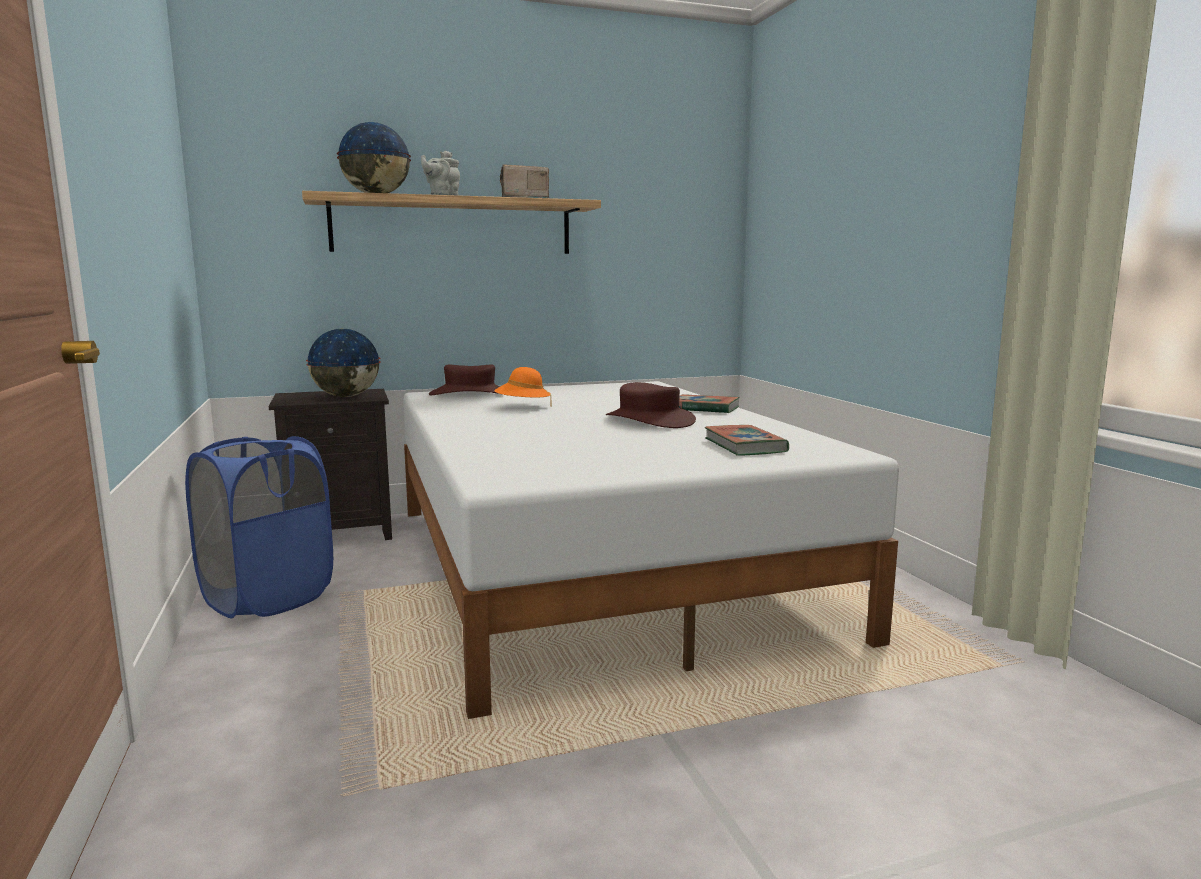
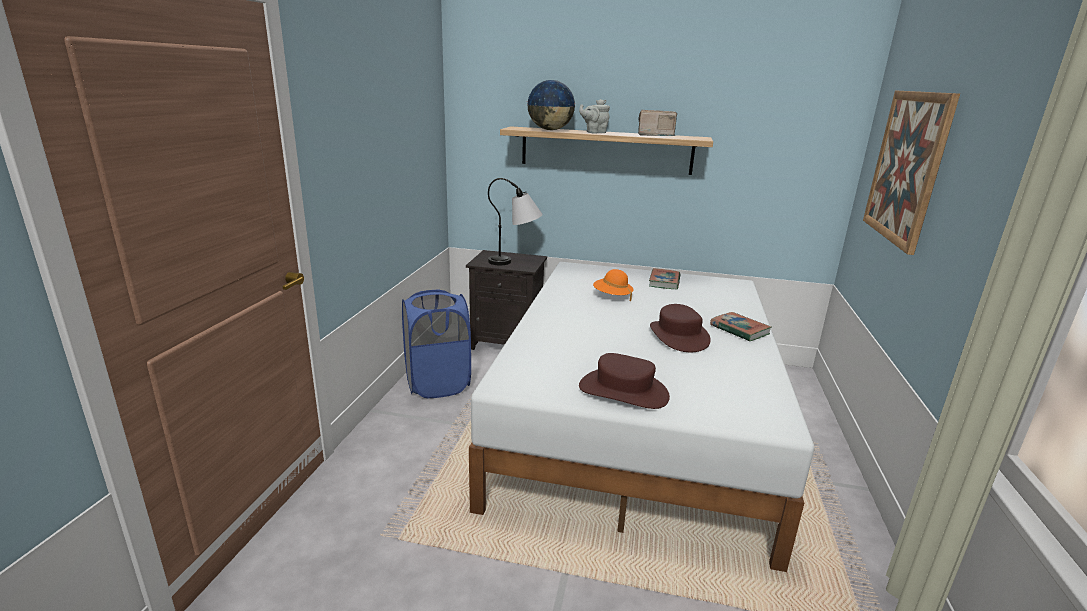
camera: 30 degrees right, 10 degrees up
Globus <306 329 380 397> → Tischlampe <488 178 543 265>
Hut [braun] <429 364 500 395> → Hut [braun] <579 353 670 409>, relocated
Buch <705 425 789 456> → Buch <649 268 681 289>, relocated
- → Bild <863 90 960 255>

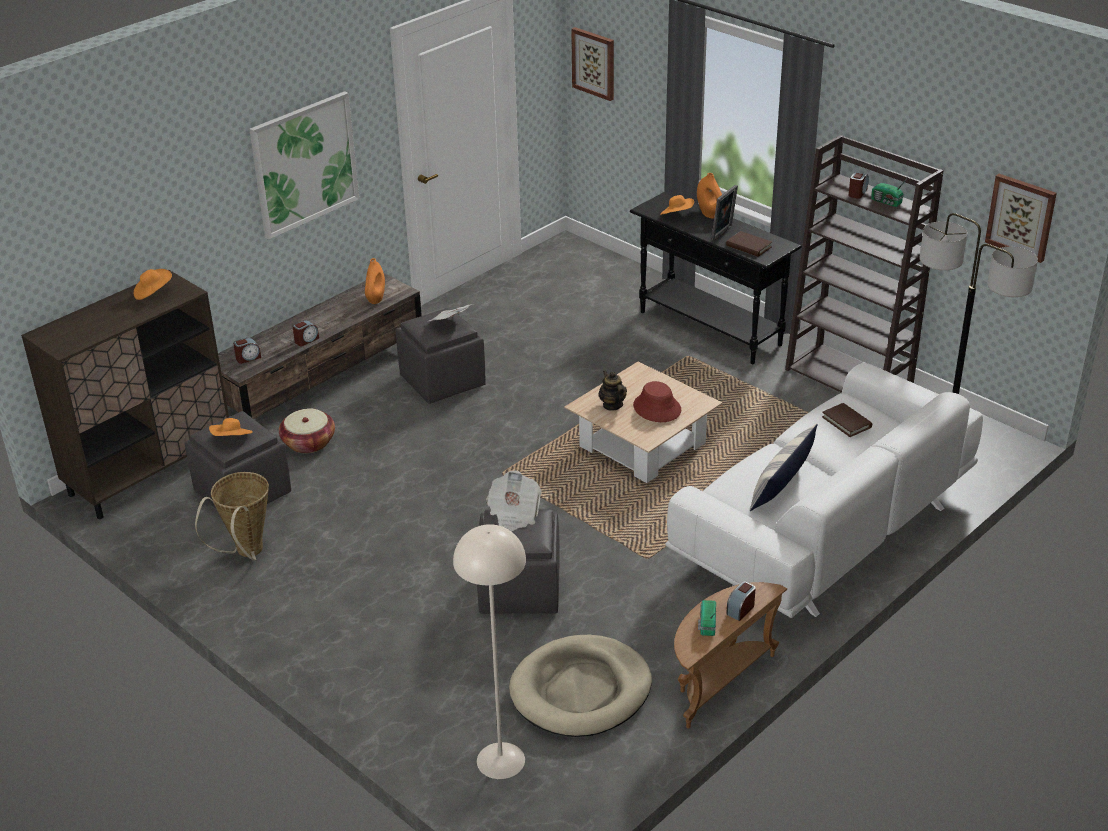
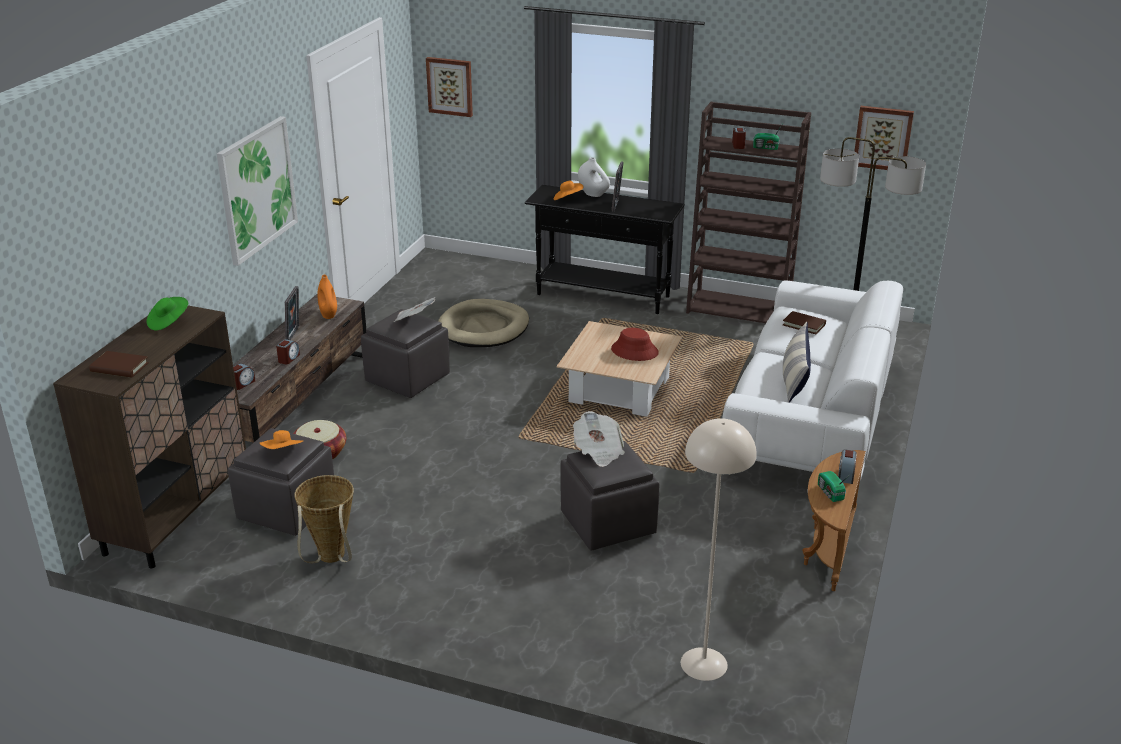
camera: 25 degrees left, 5 degrees down
Buch [braun] <726 231 772 257> → Buch [braun] <89 351 149 378>, relocated
Hut [orange] <134 269 172 300> → Hut [grün] <146 297 188 330>
- → Bilderrahmen <285 286 299 340>
Hundebett [beige] <509 635 652 737> → Hundebett [beige] <438 299 529 347>, relocated
Vase [orange] <697 173 722 218> → Vase [weiß] <578 157 610 197>
Teekanne <599 371 627 411> → -

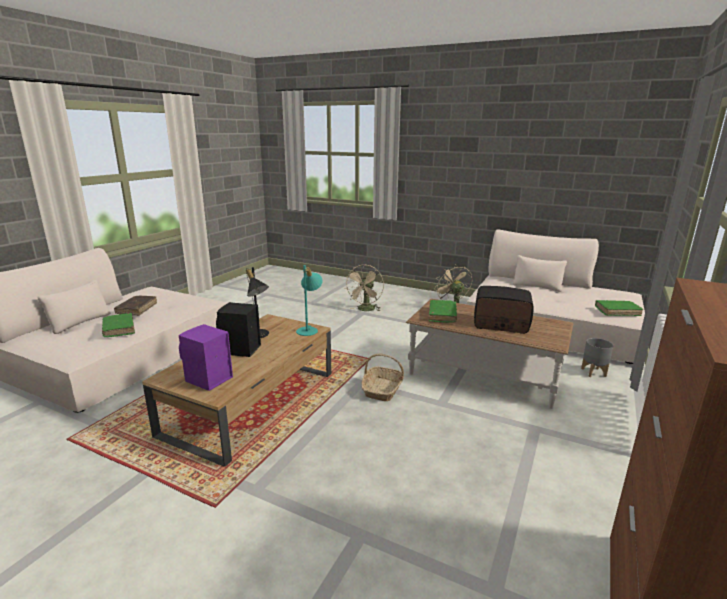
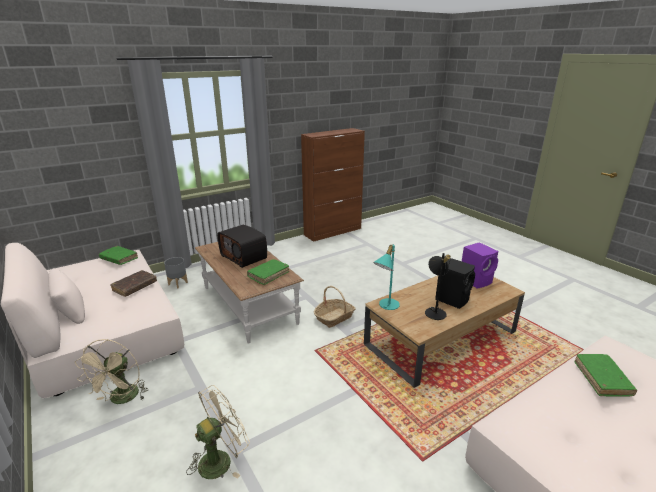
camera: 150 degrees left, 5 degrees up
Buch [braun] <114 296 157 316> → Buch [braun] <110 270 157 297>, relocated

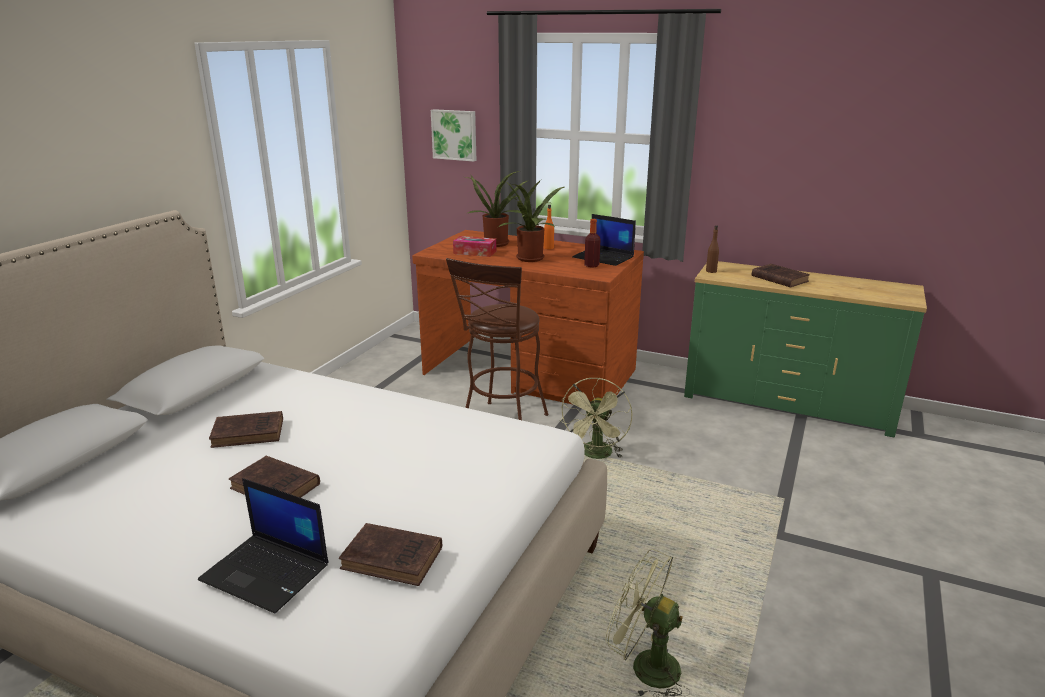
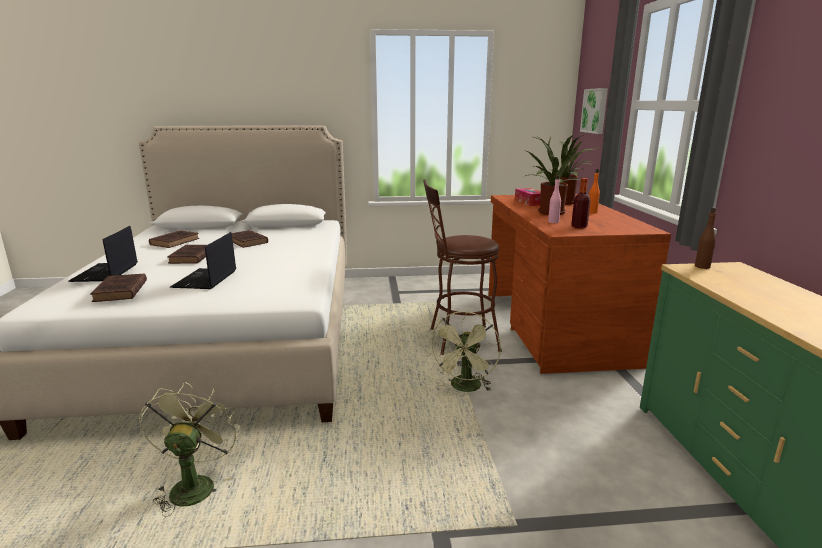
camera: 60 degrees right, 5 degrees down
Buch [braun] <752 264 810 287> → Buch [braun] <149 230 199 248>, relocated
Laptop <572 214 636 266> → Laptop <170 232 236 289>, relocated
Ventilator [grün] <560 378 632 459> → Ventilator [grün] <430 311 501 392>, 60 degrees counterclockwise
- → Flasche [rosa] <548 175 561 223>

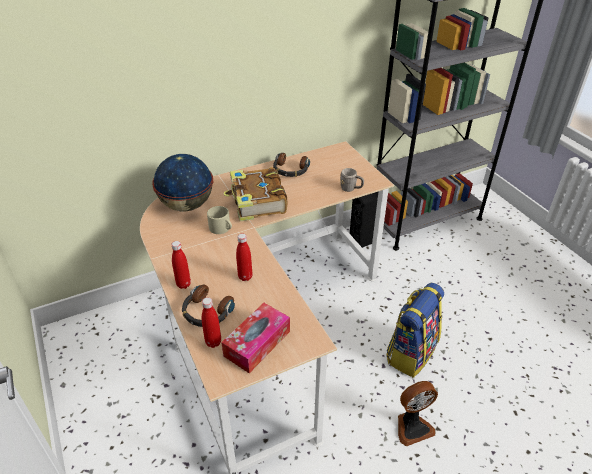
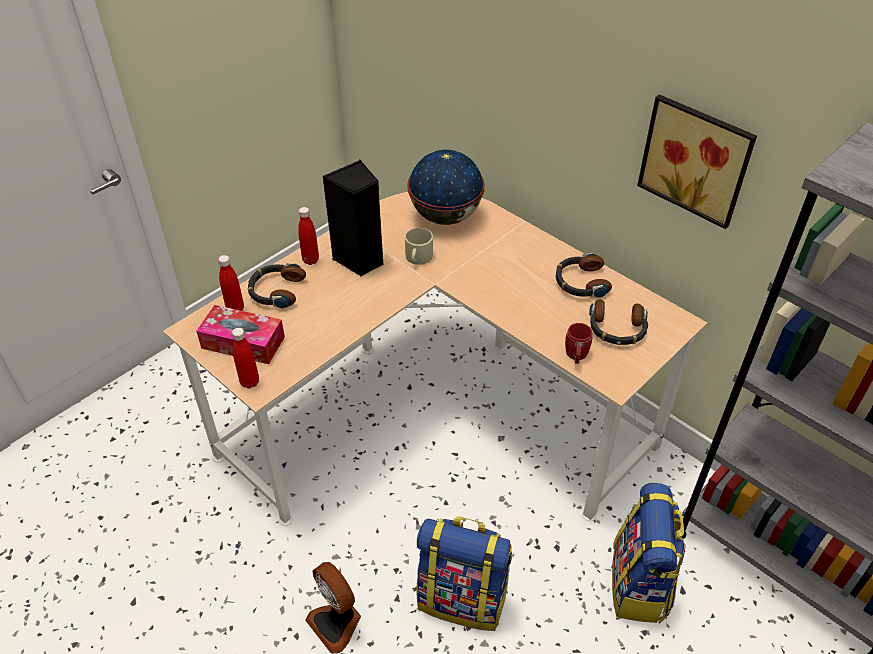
camera: 70 degrees right, 5 degrees up
Flasche [rot] <236 234 252 281> → Flasche [rot] <232 328 259 389>, relocated
Lautsprecher [schwarz] <350 191 379 248> → Lautsprecher [schwarz] <322 160 383 276>, relocated
Henkelbecher [grau] <340 168 364 192> → Henkelbecher [rot] <565 323 593 364>
- → Kopfhörer <589 300 648 345>
- → Rucksack <612 483 686 623>
- → Bild <637 94 757 229>
Buch <224 167 287 221> → -

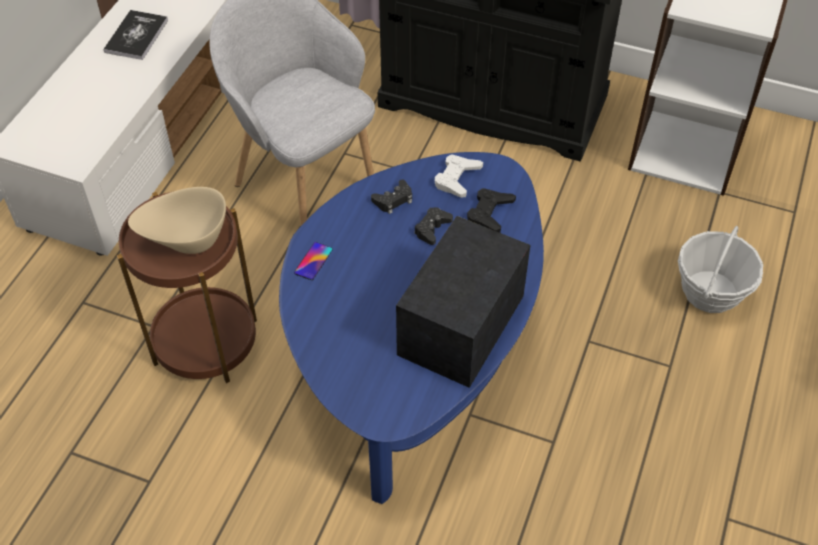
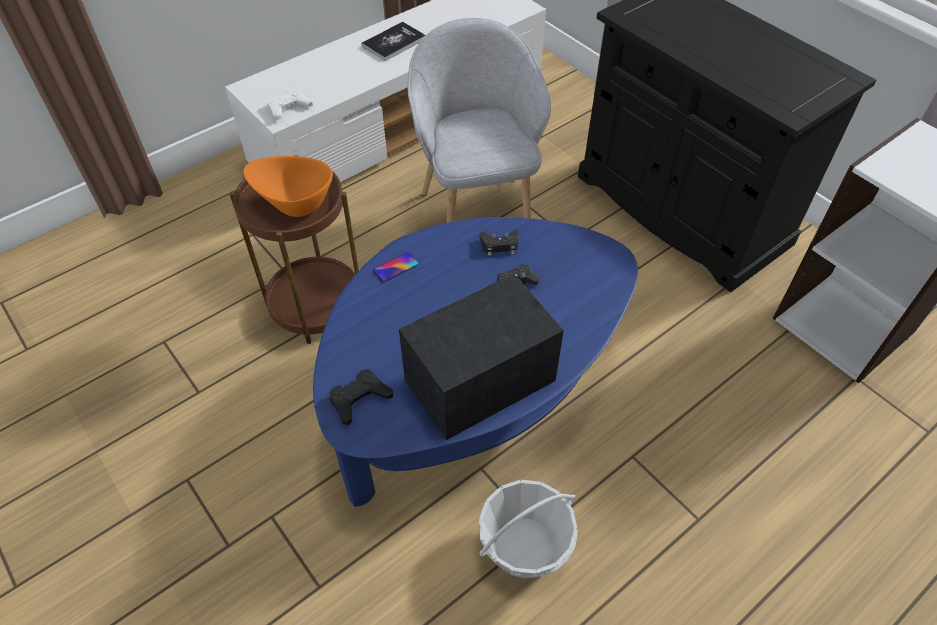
camera: 30 degrees right, 0 degrees up
Schüssel [beige] <128 187 226 254> → Schüssel [orange] <244 156 333 217>
Gamepad [weiß] <435 154 483 198> → Gamepad [weiß] <266 89 313 120>, relocated
Gamepad [schwarz] <467 188 516 233> → Gamepad [schwarz] <329 369 393 425>, relocated
Korb <678 226 763 313> → Korb <479 480 578 578>, relocated

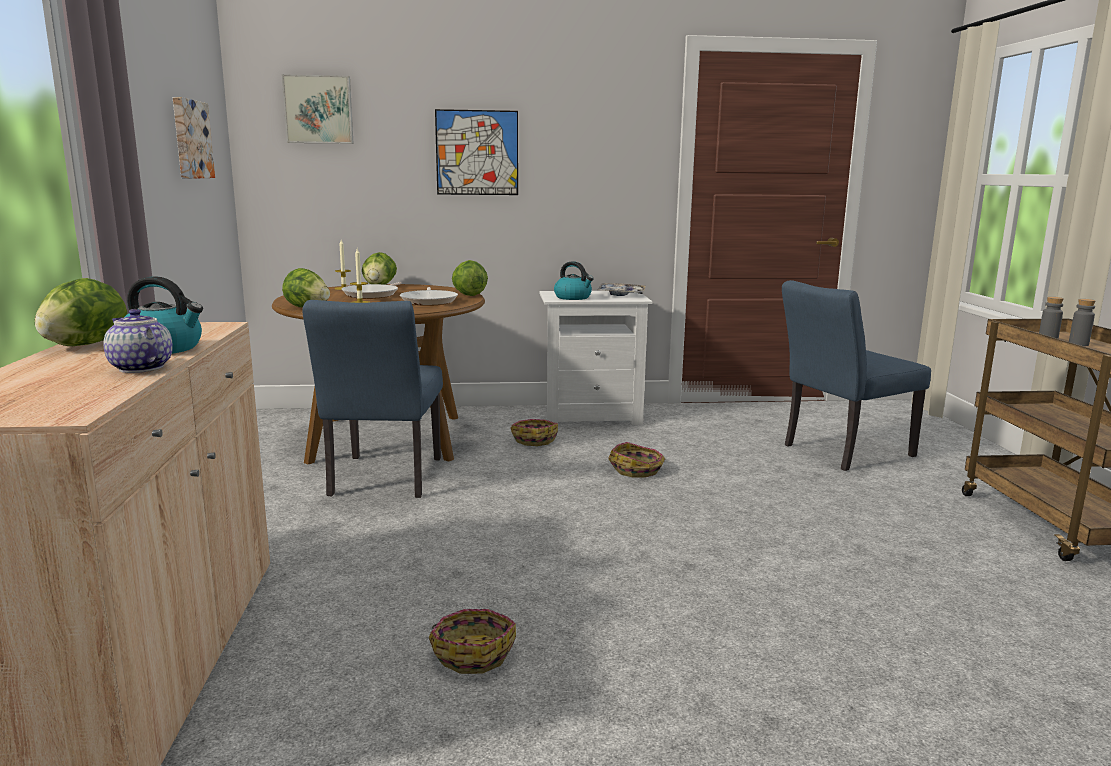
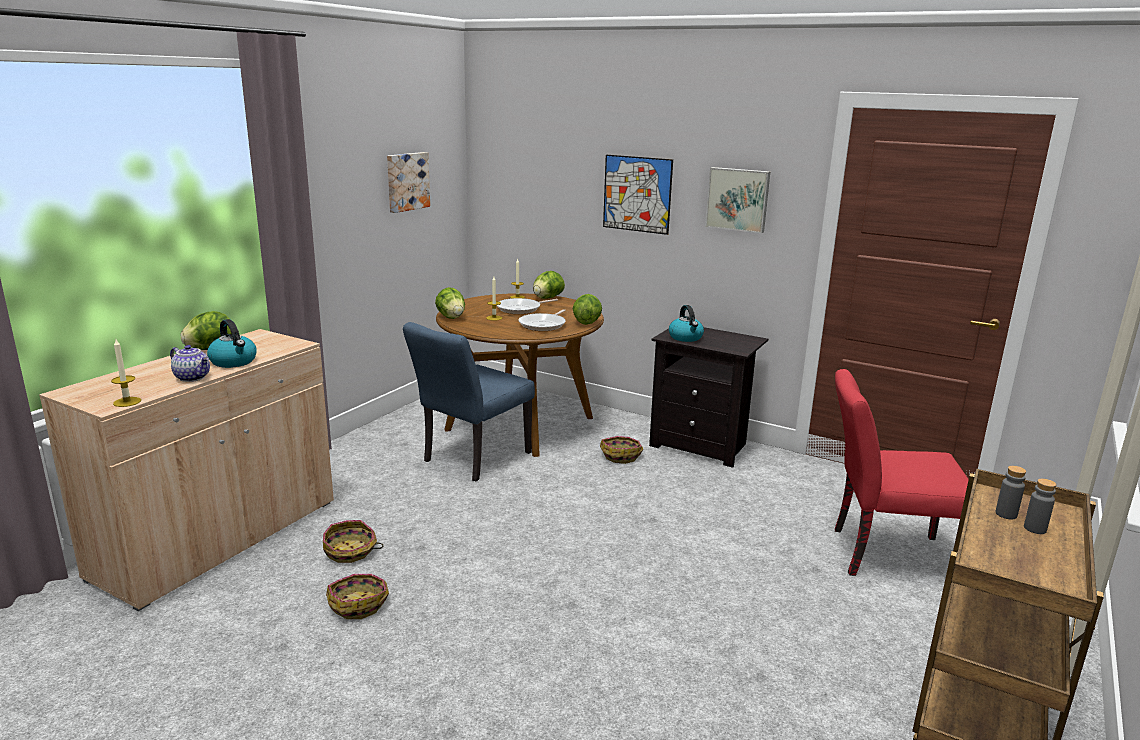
camera: 35 degrees right, 5 degrees up
- → Kerze <111 339 141 407>
Teekanne <103 309 173 373> → Teekanne <170 345 210 382>, 135 degrees clockwise
Korb <608 442 665 478> → Korb <323 520 383 563>, relocated
Nachttisch [weiß] <539 291 653 425> → Nachttisch [schwarz] <649 327 768 468>
Bild <282 74 354 144> → Bild <705 167 770 233>, relocated
Stuhl [blau] <782 280 931 471> → Stuhl [rot] <835 369 969 576>
Tablett <597 283 646 296> → -

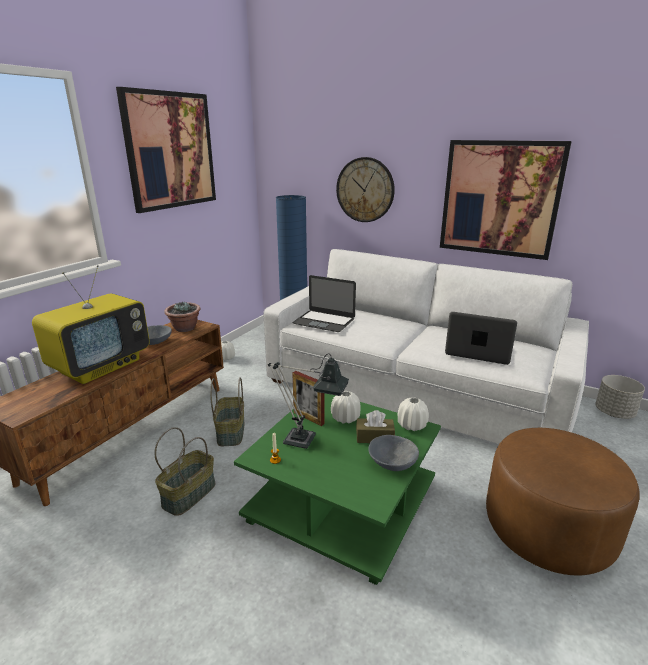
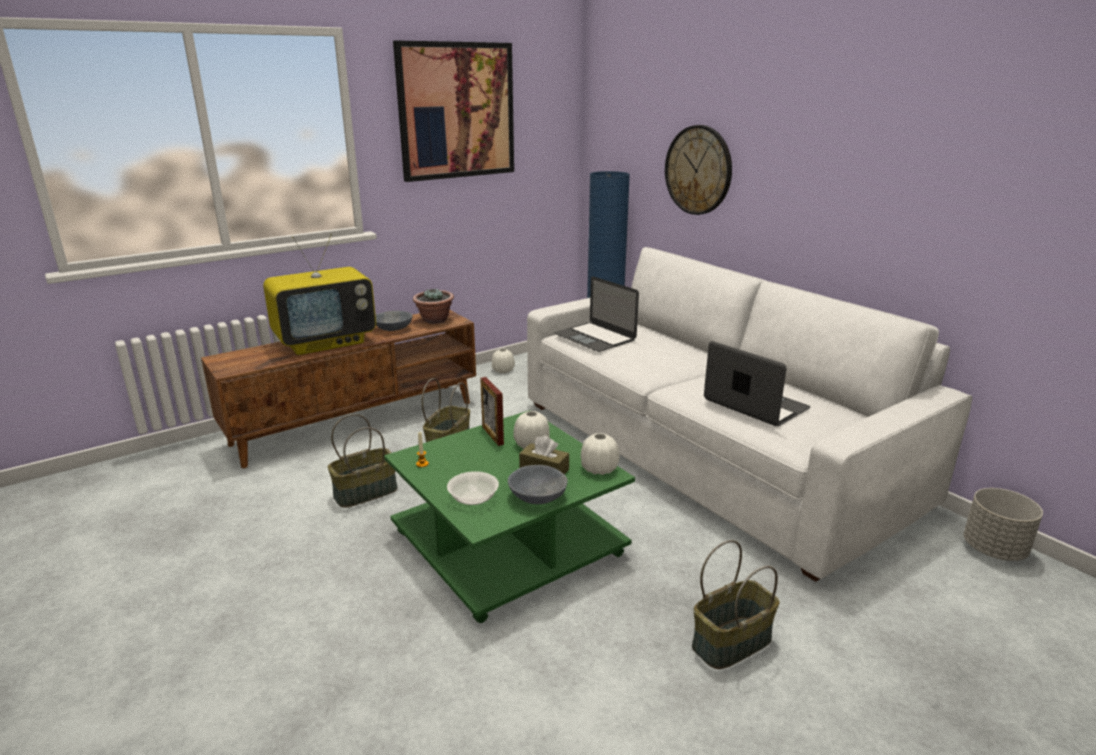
camera: 25 degrees right, 0 degrees up
- → Schüssel <447 471 499 505>
Polsterhocker [braun] <486 428 640 576> → Korb <692 540 779 669>
Tischlampe <268 353 349 449> → -
Bild <440 140 572 260> → -

